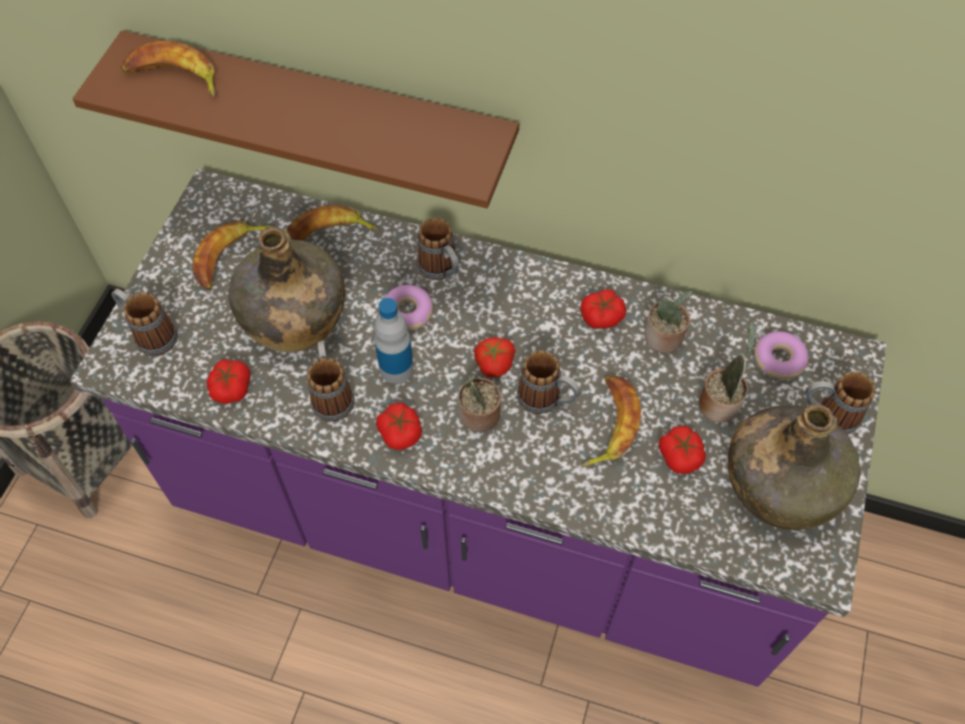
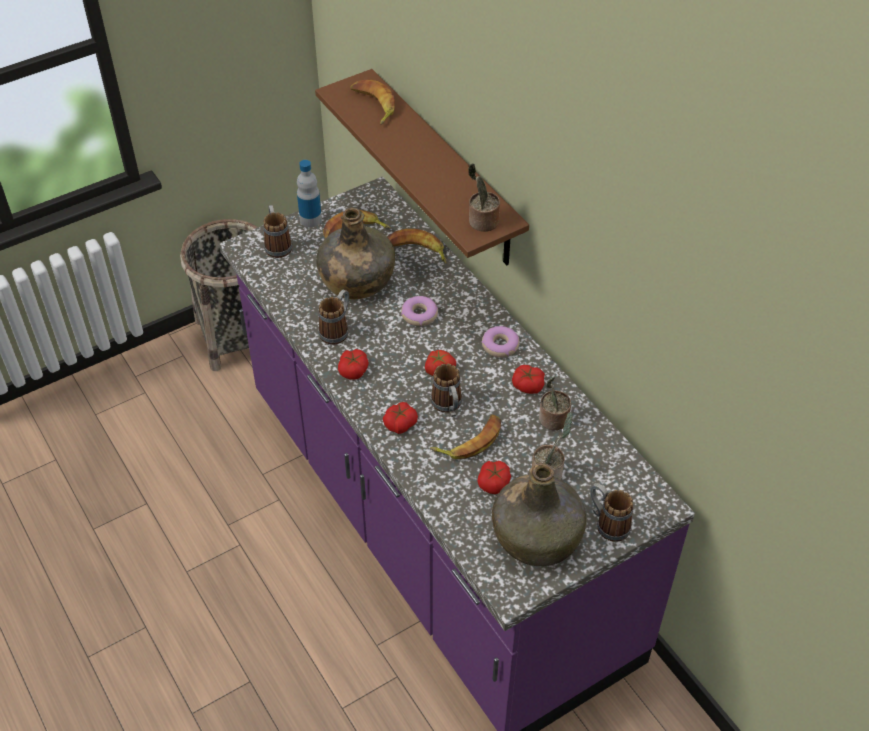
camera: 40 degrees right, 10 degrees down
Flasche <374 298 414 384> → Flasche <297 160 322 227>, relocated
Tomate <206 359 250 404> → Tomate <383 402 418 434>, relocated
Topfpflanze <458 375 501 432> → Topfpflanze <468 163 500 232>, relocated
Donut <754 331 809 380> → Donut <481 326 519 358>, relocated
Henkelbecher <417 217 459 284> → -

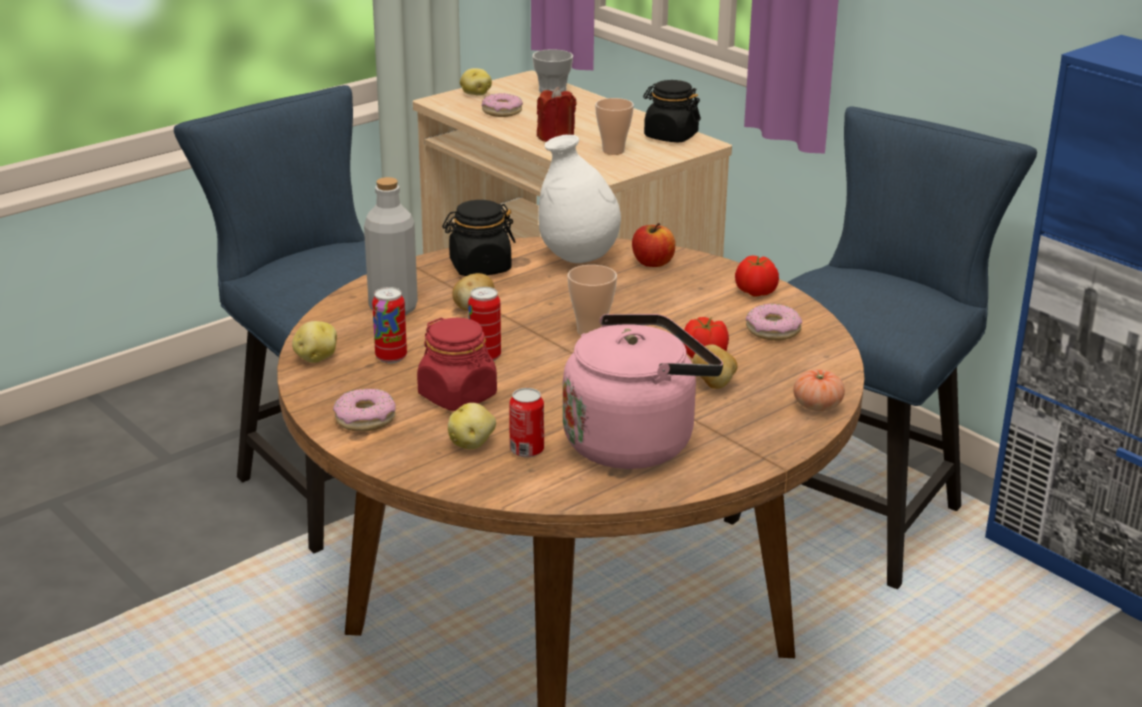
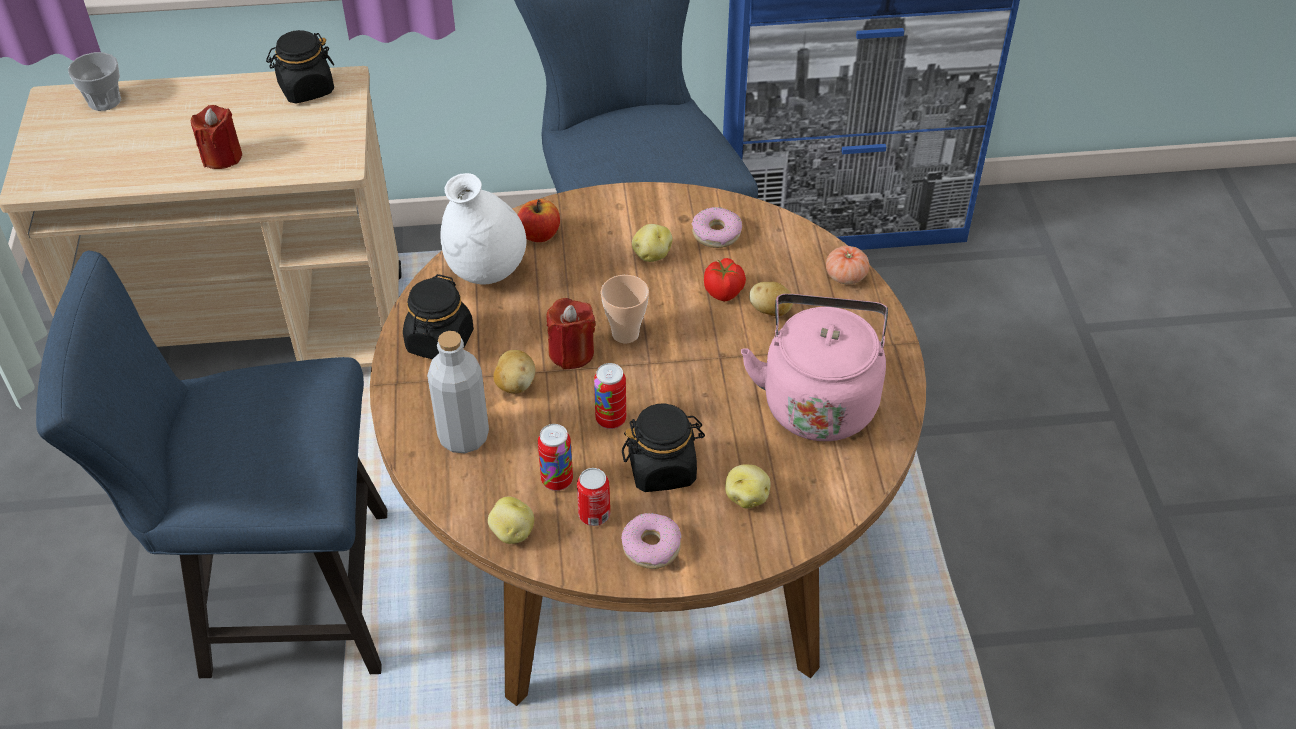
camera: 55 degrees left, 20 degrees up
- → Kerze [rot] <547 298 595 369>
Dose <509 388 544 458> → Dose <577 468 610 526>, relocated
Vorratsglas [rot] <417 318 497 411> → Vorratsglas [schwarz] <622 403 705 492>
Kartoffel <460 68 492 96> → Kartoffel <632 224 672 262>, relocated
Donut <482 93 523 117> → -
Tasse <595 98 634 155> → -
Tomate <735 256 779 297> → -

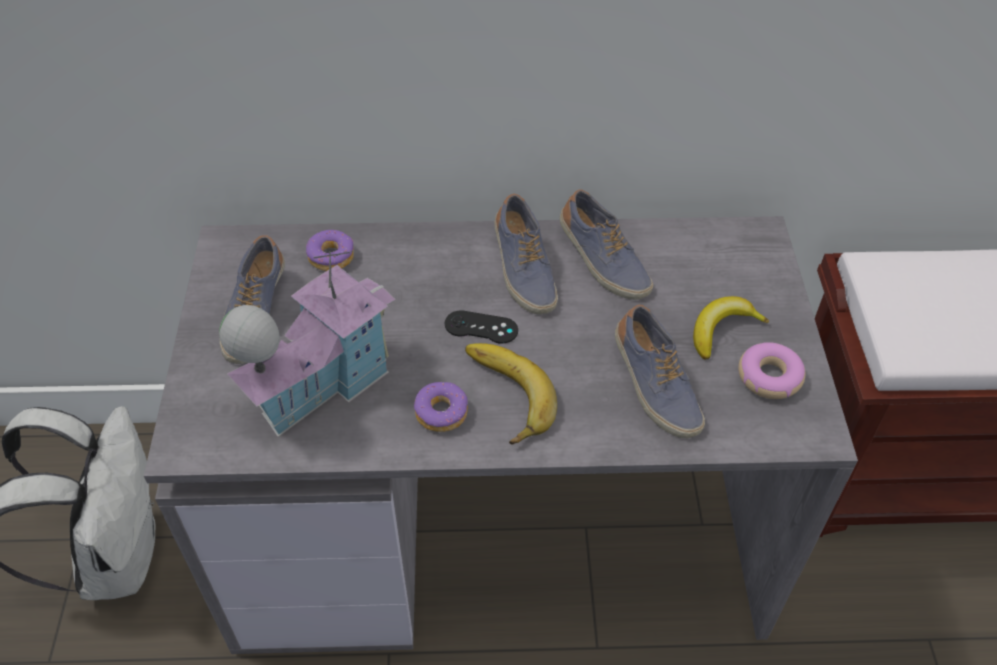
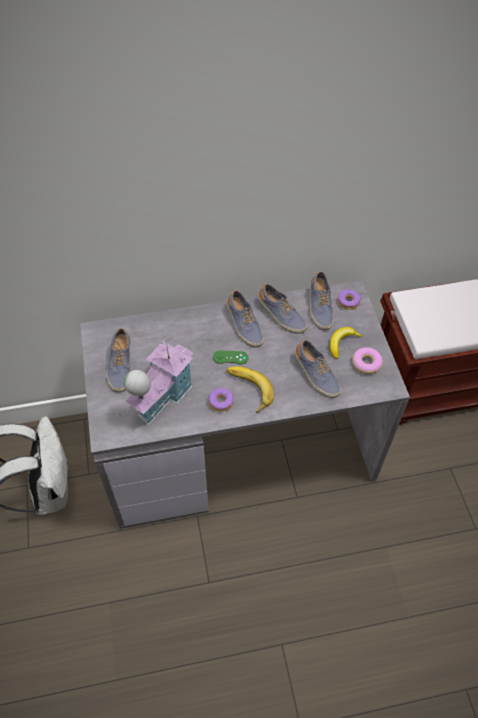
camera: 10 degrees left, 5 degrees up
Gamepad [schwarz] <445 310 518 344> → Gamepad [grün] <213 350 248 365>
- → Schuh <310 271 333 330>
Donut <306 230 354 271> → Donut <338 289 361 310>, relocated

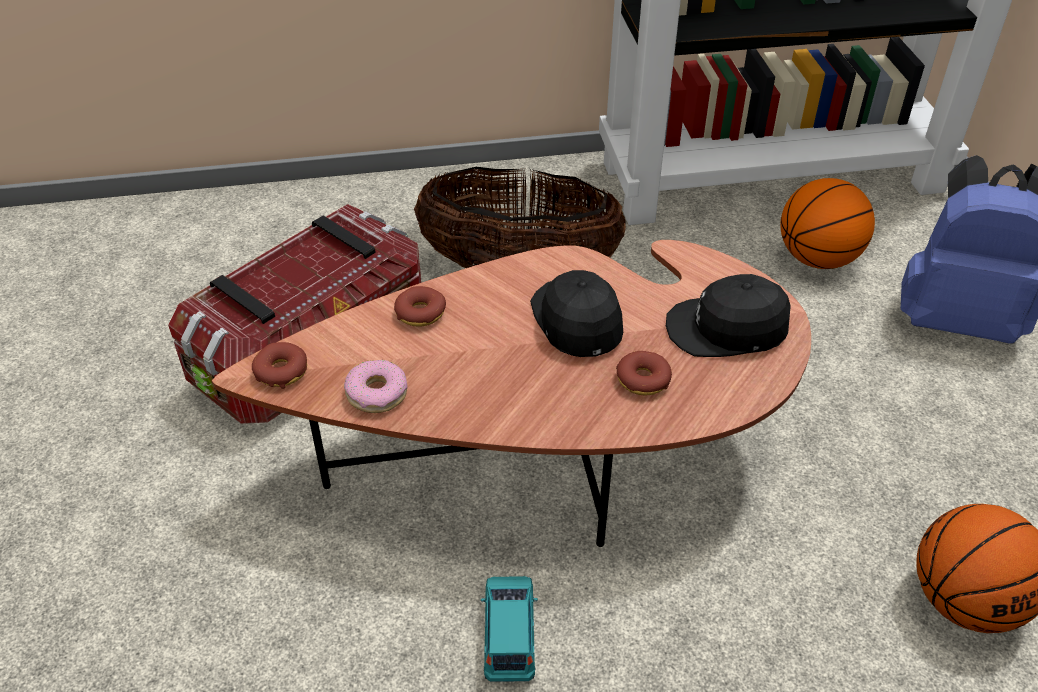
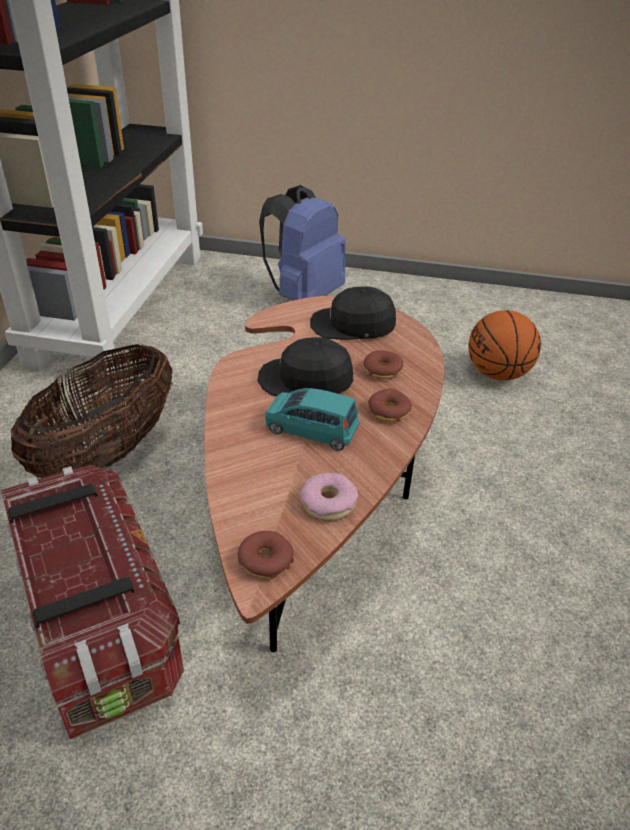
camera: 70 degrees left, 5 degrees down
Spielzeugauto [türkis] <481 576 538 682> → Spielzeugauto [türkis] <265 388 360 451>, relocated
Kappe [schwarz] <666 274 791 357> → Kappe [schwarz] <310 286 396 340>, 75 degrees clockwise
Donut <394 286 446 327> → Donut <368 388 412 422>, relocated
Basketball <780 178 875 269> → -

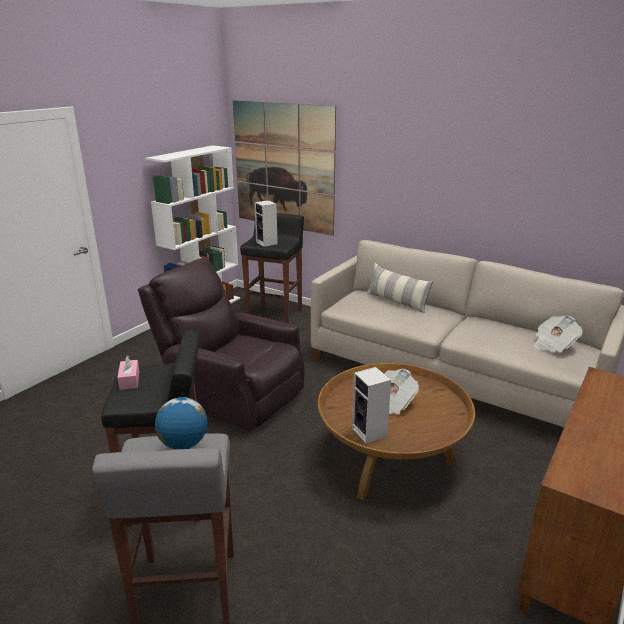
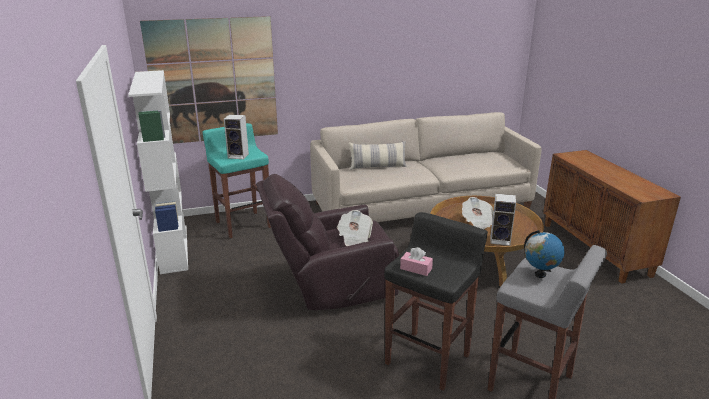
camera: 50 degrees left, 0 degrees up
Hocker [schwarz] <240 213 304 324> → Hocker [türkis] <203 123 271 238>
Zeitung <534 316 582 353> → Zeitung <337 210 373 246>, relocated

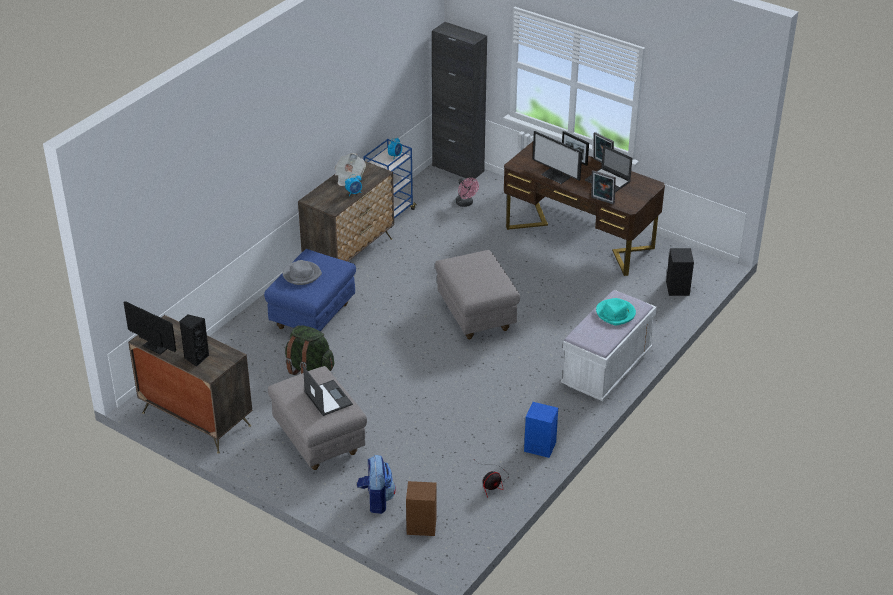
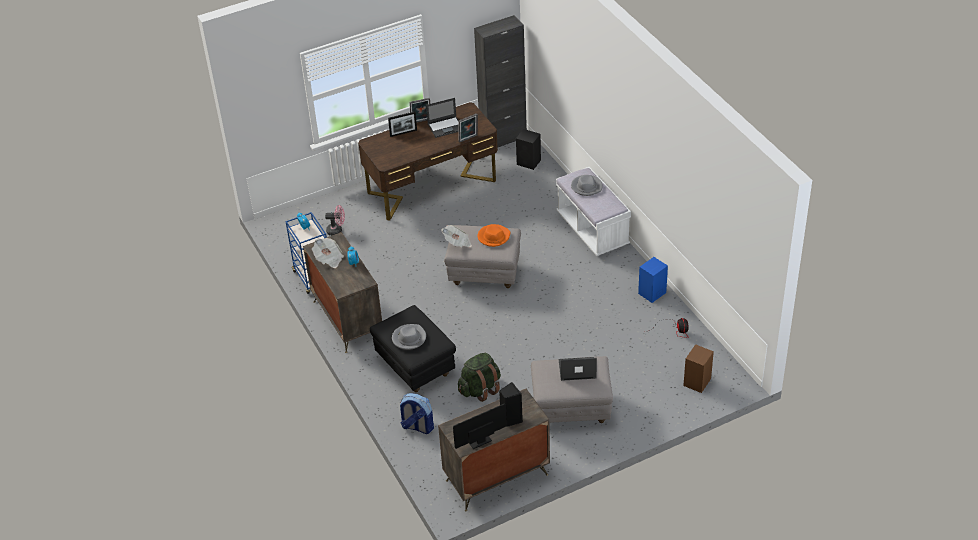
camera: 60 degrees left, 5 degrees up
Polsterhocker [blau] <264 249 356 331> → Polsterhocker [schwarz] <370 305 456 392>
Rucksack <357 455 396 514> → Rucksack <399 393 434 434>, relocated
- → Zeitung <442 225 472 248>
Schrank [schwarz] <432 22 487 180> → Schrank [schwarz] <474 15 527 147>, relocated
- → Hut [orange] <477 224 510 247>
Hut [türkis] <596 298 636 325> → Hut [grau] <571 175 603 196>
Monitor <533 131 582 184> → -

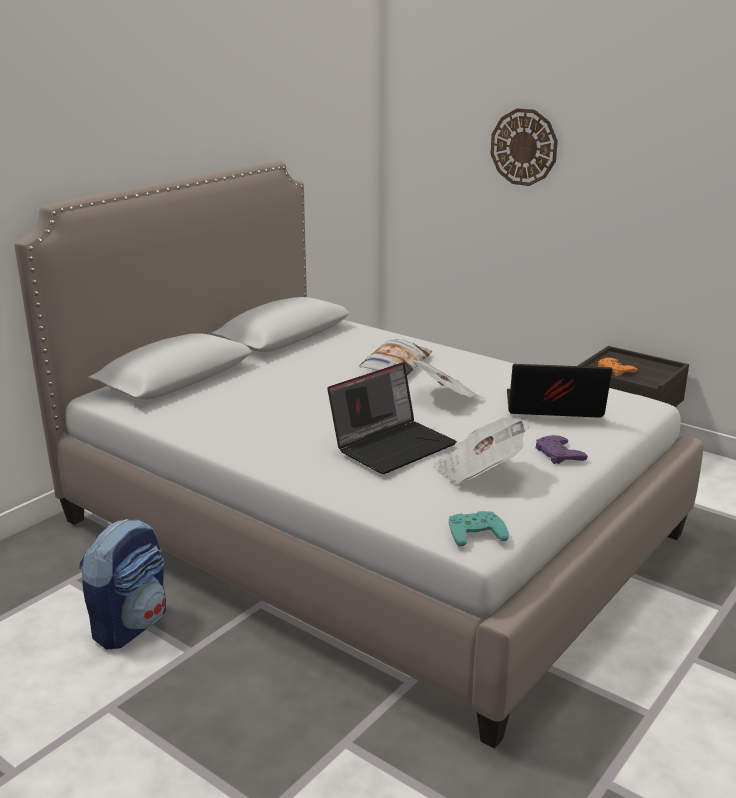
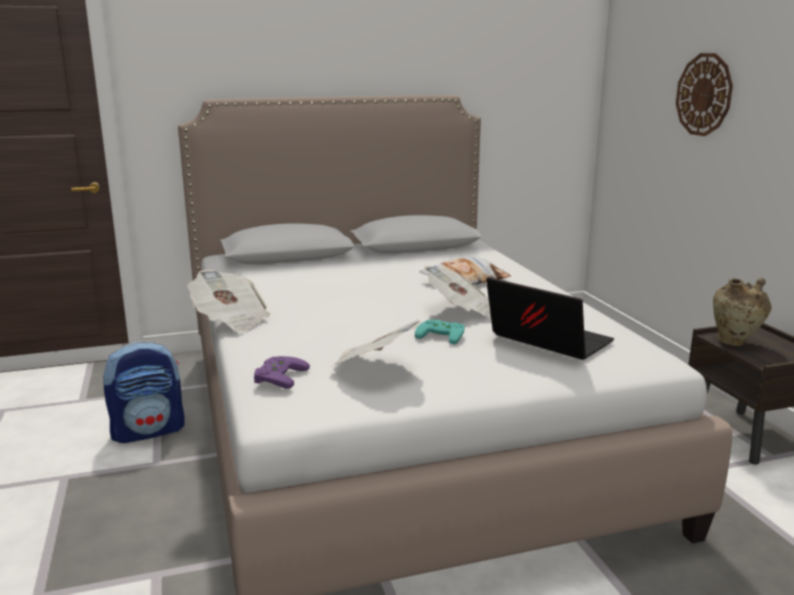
camera: 35 degrees right, 5 degrees down
- → Zeitung <187 270 270 333>
Gamepad [lila] <536 435 588 464> → Gamepad [lila] <254 356 310 389>, relocated
Gamepad [türkis] <449 511 508 546> → Gamepad [türkis] <415 320 465 344>, relocated
Gamepad [orange] <598 358 638 376> → Vase [beige] <713 278 772 346>
Laptop <327 362 457 474> → -

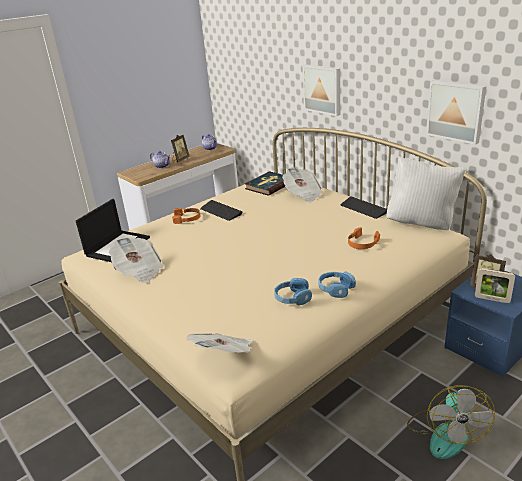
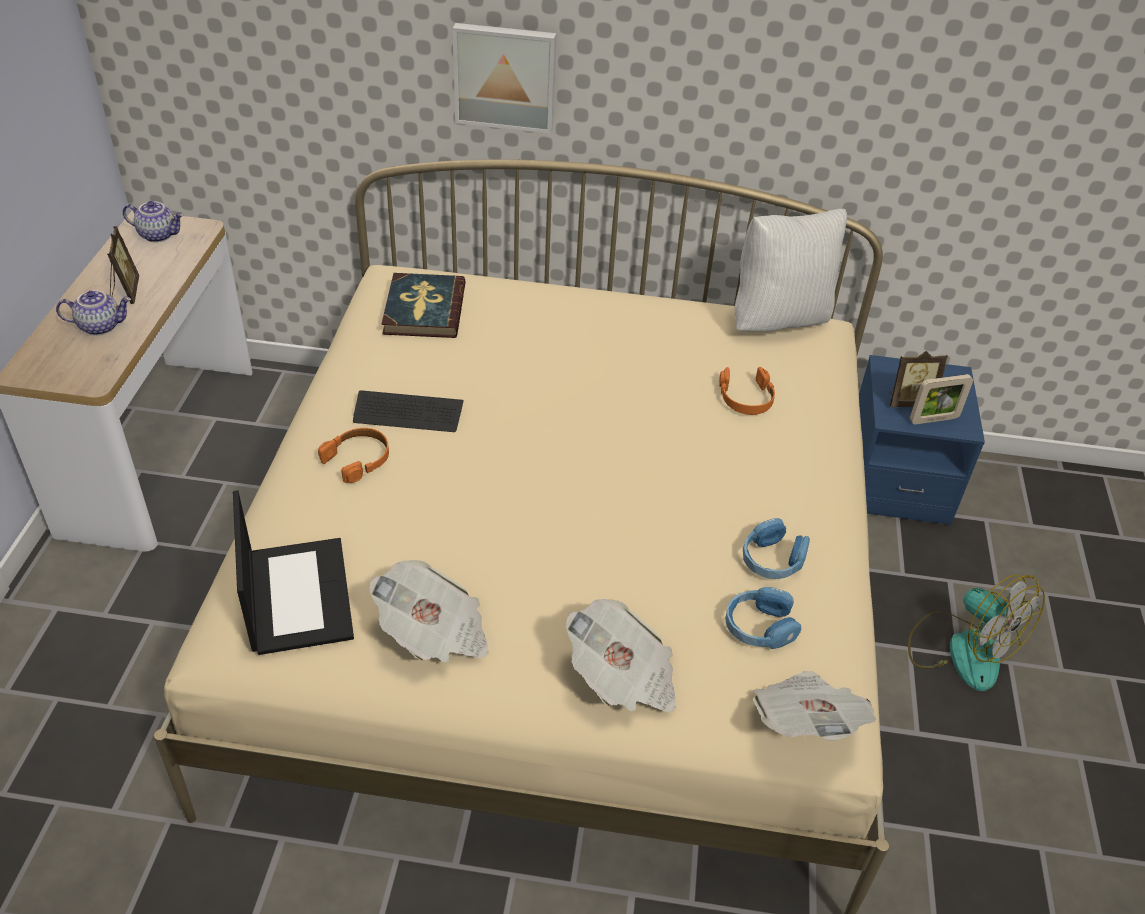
camera: 45 degrees left, 15 degrees up
Zeitung <282 167 323 203> → Zeitung <566 599 676 712>, relocated
Kopfhörer [blau] <318 271 356 298> → Kopfhörer [blau] <726 587 802 649>, relocated
Tastatur <341 196 387 219> → -
Bild <426 80 486 145> → -

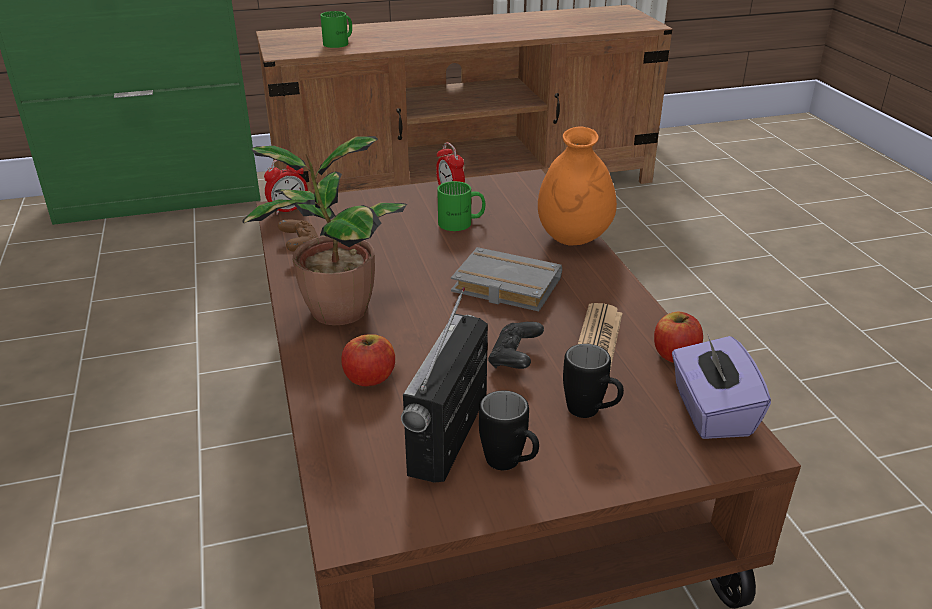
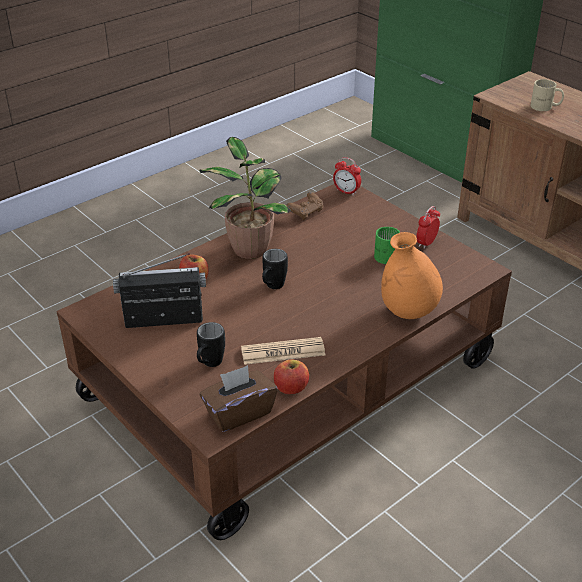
camera: 65 degrees right, 5 degrees up
Taschentuchbox [lila] <672 335 771 439> → Taschentuchbox [braun] <200 365 277 432>
Henkelbecher [schwarz] <479 390 539 470> → Henkelbecher [schwarz] <262 249 288 289>, relocated
Henkelbecher [grün] <320 11 352 48> → Henkelbecher [beige] <530 79 564 111>
Buch [grau] <451 247 562 312> → -
Gamepad [schwarz] <488 322 544 369> → -

